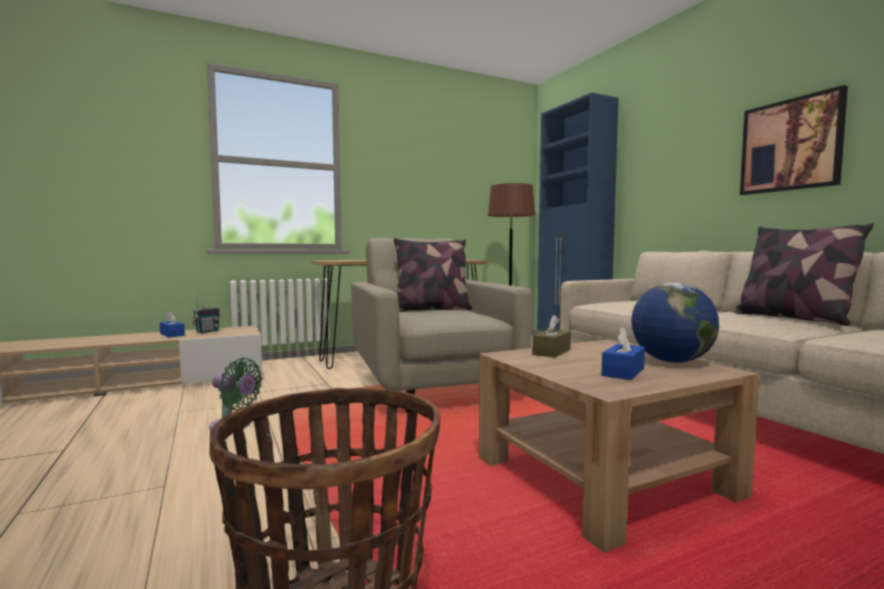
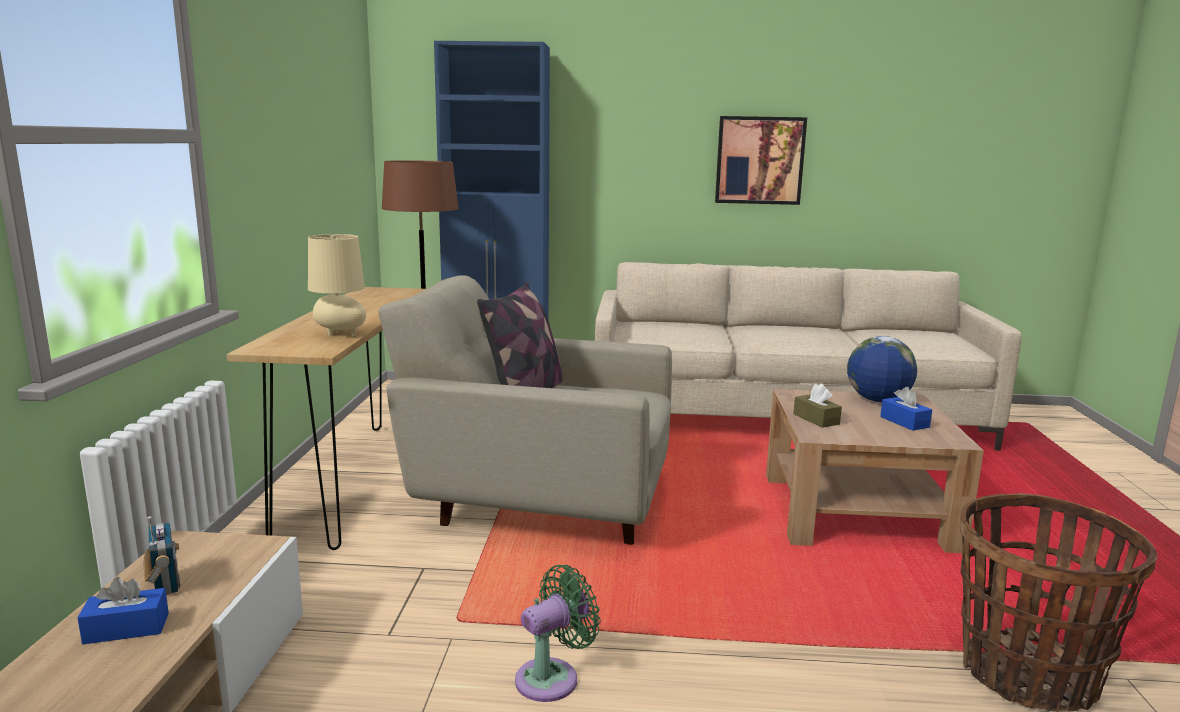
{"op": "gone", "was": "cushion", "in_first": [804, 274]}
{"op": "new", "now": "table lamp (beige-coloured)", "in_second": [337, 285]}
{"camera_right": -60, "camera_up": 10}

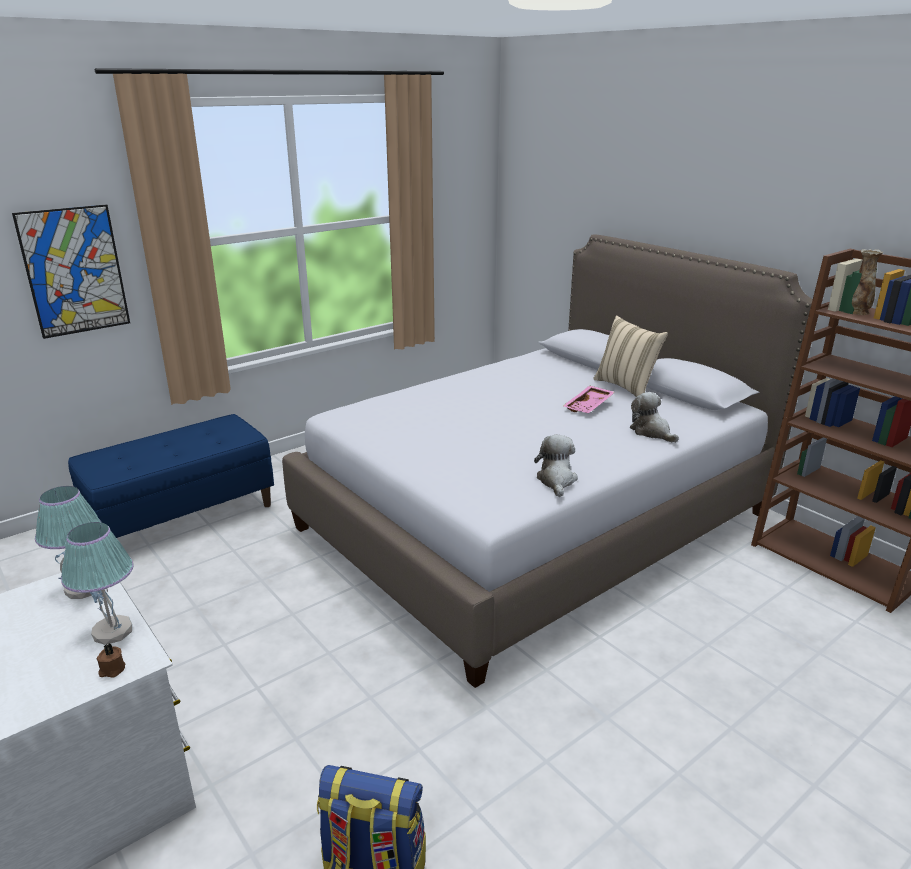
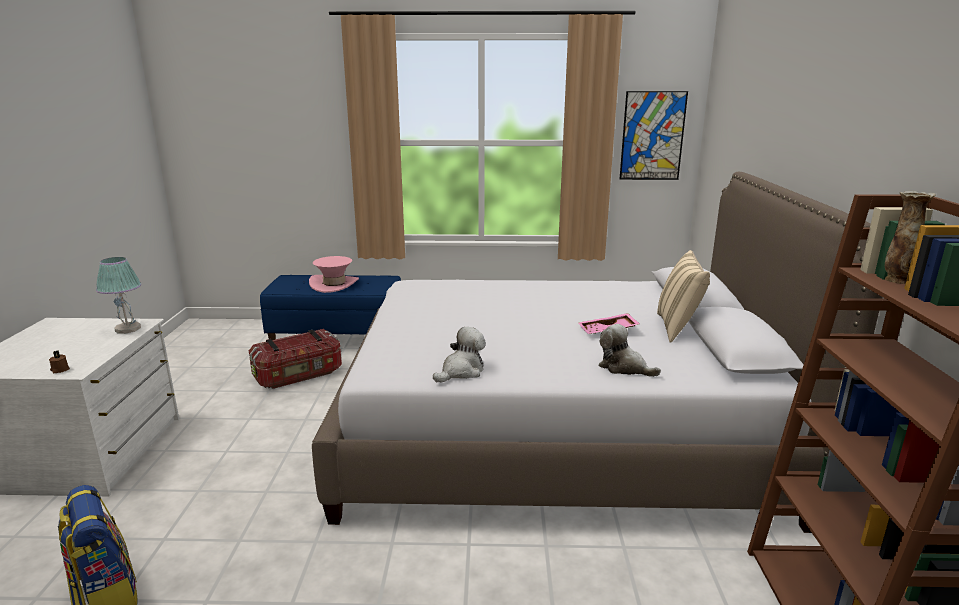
{"op": "gone", "was": "table lamp", "in_first": [97, 583]}
{"op": "new", "now": "storage container", "in_second": [295, 359]}
{"op": "new", "now": "clothing hat (pinkish)", "in_second": [334, 274]}
{"op": "shifted", "was": "wall picture", "in_first": [71, 271], "in_second": [654, 135]}
{"op": "rotated", "was": "soft toy", "in_first": [654, 417], "in_second": [629, 350], "clockwise": -60}
{"camera_right": 40, "camera_up": -5}

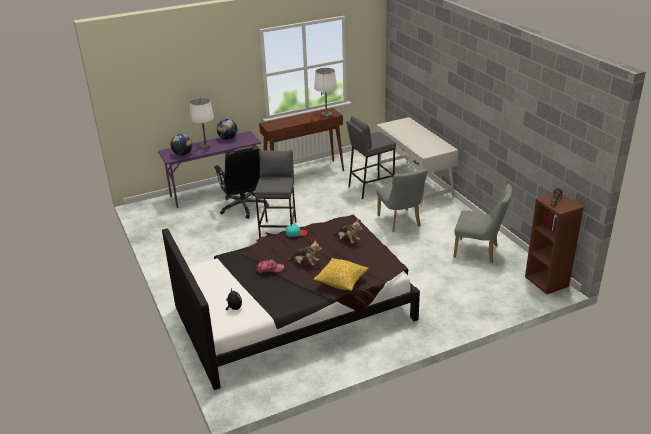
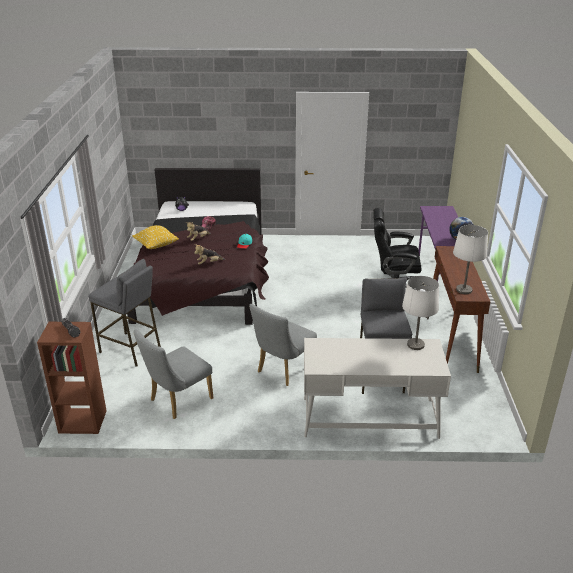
{"op": "gone", "was": "desk globe", "in_first": [182, 145]}
{"op": "shifted", "was": "table lamp (white)", "in_first": [202, 123], "in_second": [420, 313]}
{"op": "shifted", "was": "stool seat (greyish)", "in_first": [275, 194], "in_second": [124, 313]}
{"op": "rotated", "was": "chair (greyish)", "in_first": [402, 200], "in_second": [283, 345], "clockwise": -60}
{"camera_right": 115, "camera_up": 0}

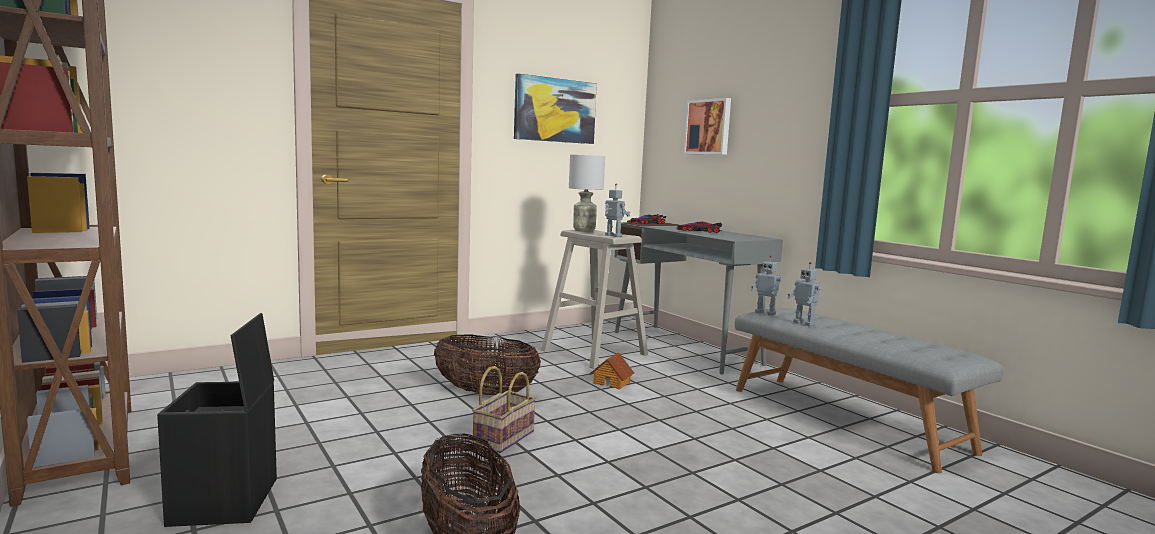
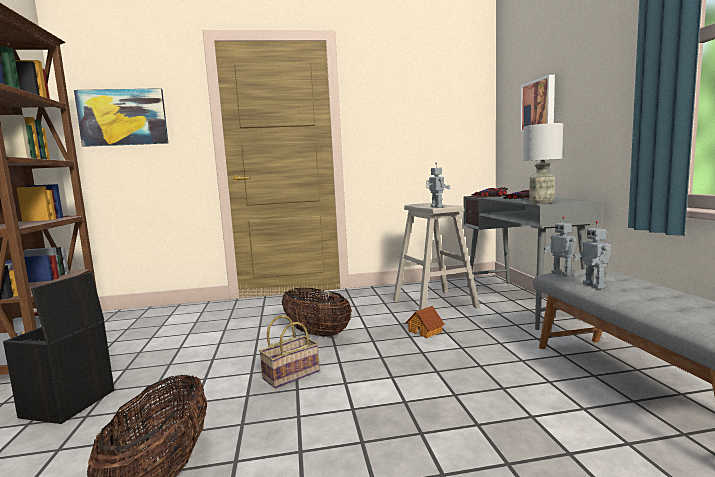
{"op": "shifted", "was": "wall picture", "in_first": [555, 108], "in_second": [121, 117]}
{"op": "shifted", "was": "table lamp (greyish)", "in_first": [587, 193], "in_second": [543, 163]}
{"camera_right": 25, "camera_up": 0}

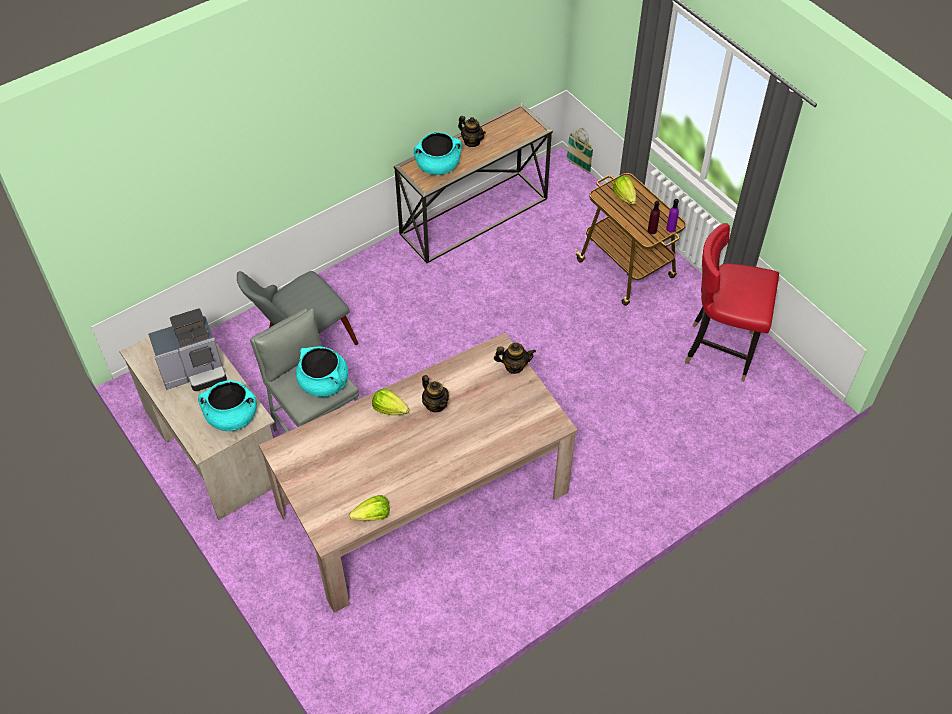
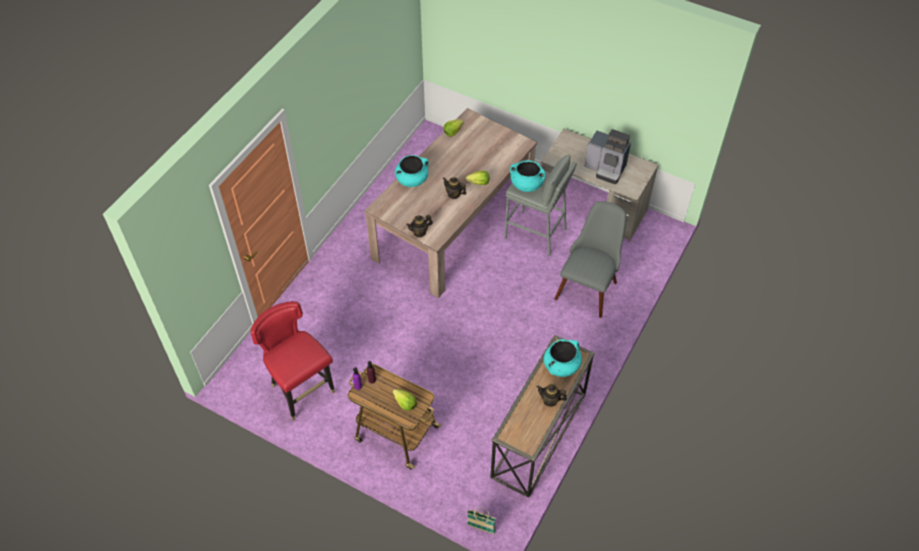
{"op": "shifted", "was": "saucepot (turquoise)", "in_first": [227, 405], "in_second": [412, 171]}
{"op": "rotated", "was": "coffee maker", "in_first": [187, 349], "in_second": [608, 156], "clockwise": -105}
{"op": "rotated", "was": "chair (red)", "in_first": [732, 302], "in_second": [293, 361], "clockwise": -120}
{"camera_right": 155, "camera_up": 0}

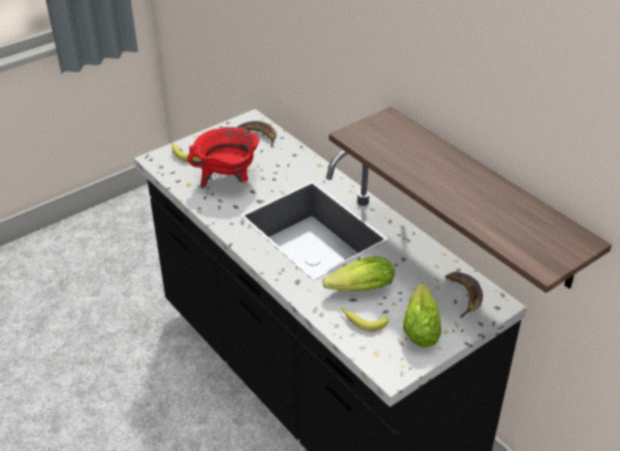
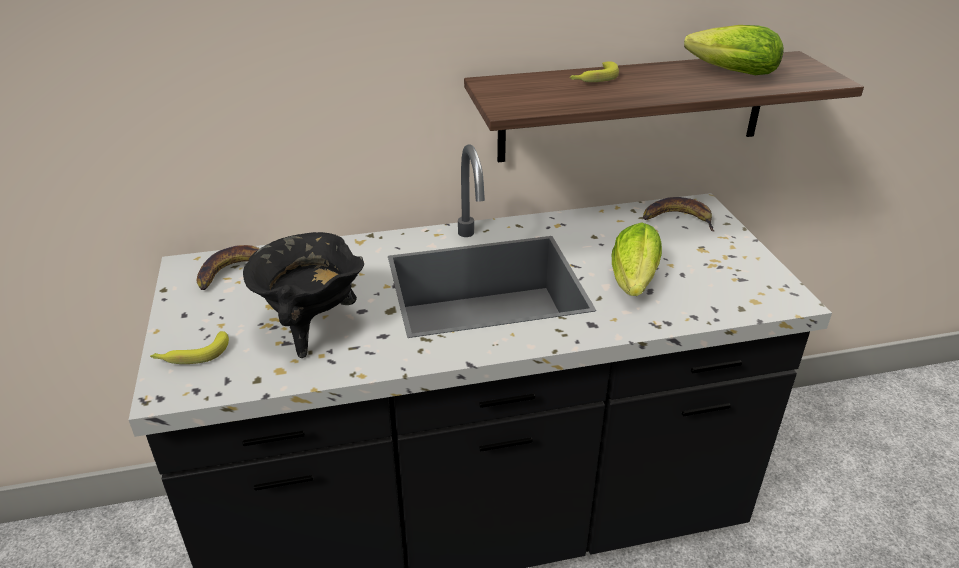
{"op": "shifted", "was": "whole banana", "in_first": [364, 319], "in_second": [594, 71]}
{"op": "shifted", "was": "lettuce head", "in_first": [422, 315], "in_second": [734, 50]}
{"op": "repainted", "was": "saucepot (red)", "now": "saucepot (black)", "in_first": [223, 157], "in_second": [303, 295]}
{"camera_right": -65, "camera_up": -5}

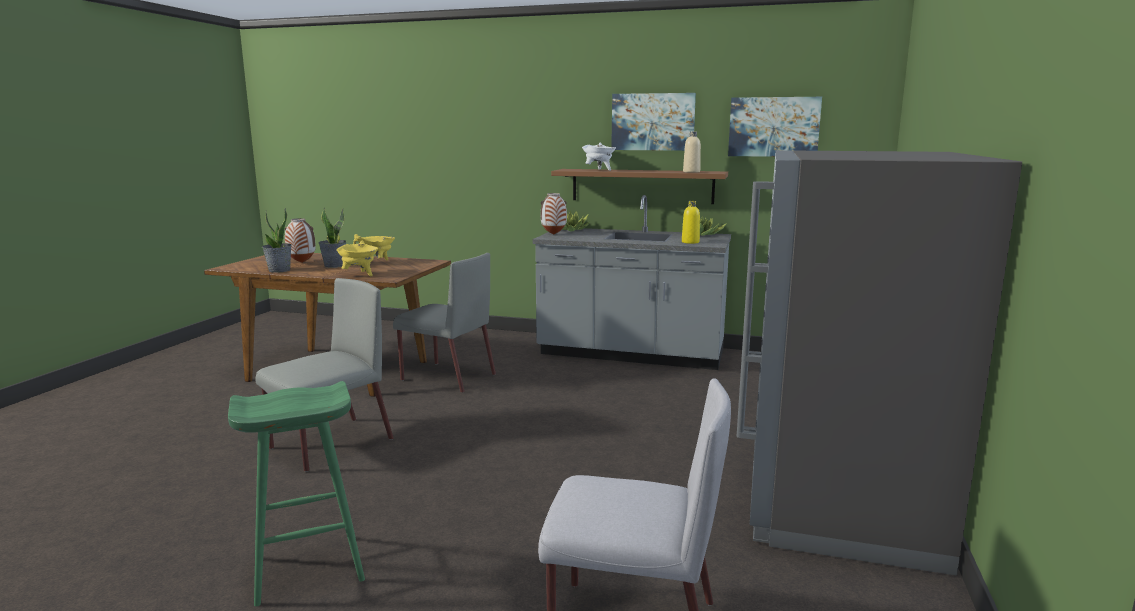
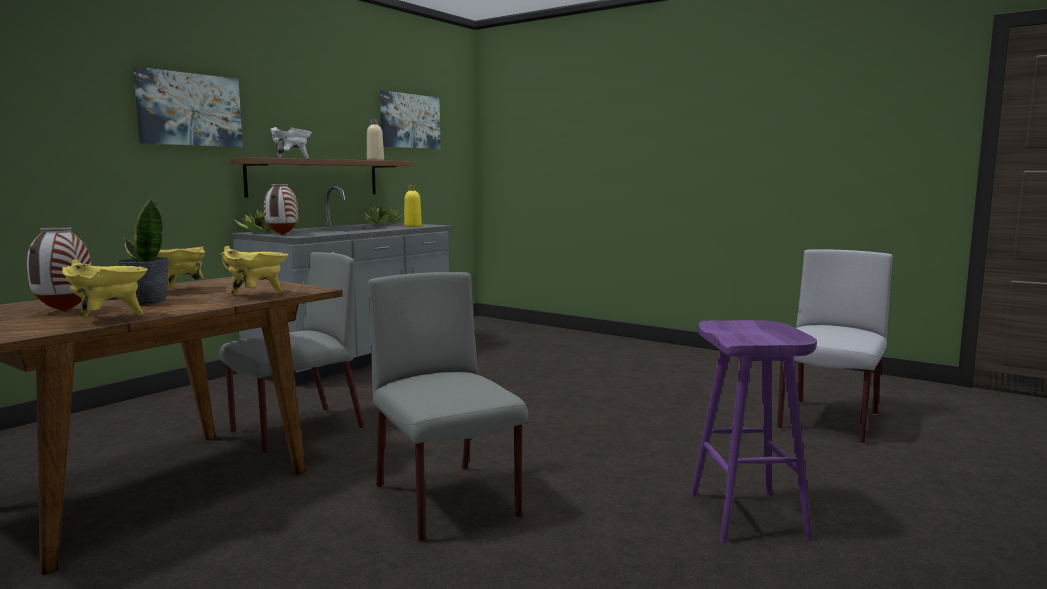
{"op": "gone", "was": "kitchen fridge (greyish)", "in_first": [879, 363]}
{"op": "shifted", "was": "wall picture", "in_first": [653, 122], "in_second": [188, 107]}
{"op": "swapped", "was": "potted plant", "now": "saucepot (yellow-coloured)", "in_first": [277, 240], "in_second": [105, 288]}
{"op": "repainted", "was": "stool seat (green)", "now": "stool seat (purplish)", "in_first": [296, 494], "in_second": [753, 431]}
{"camera_right": -70, "camera_up": -5}

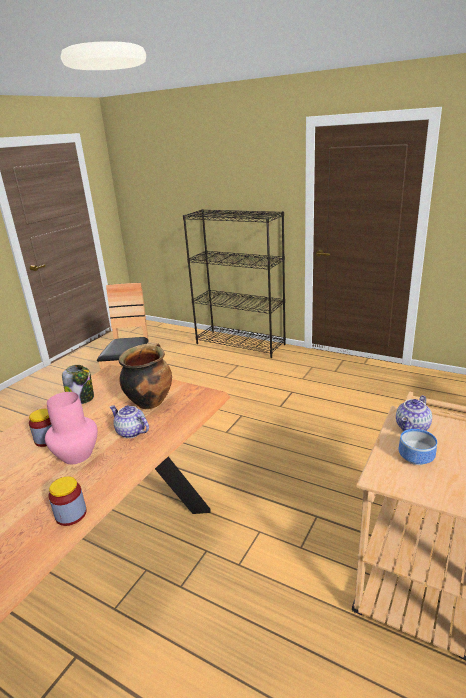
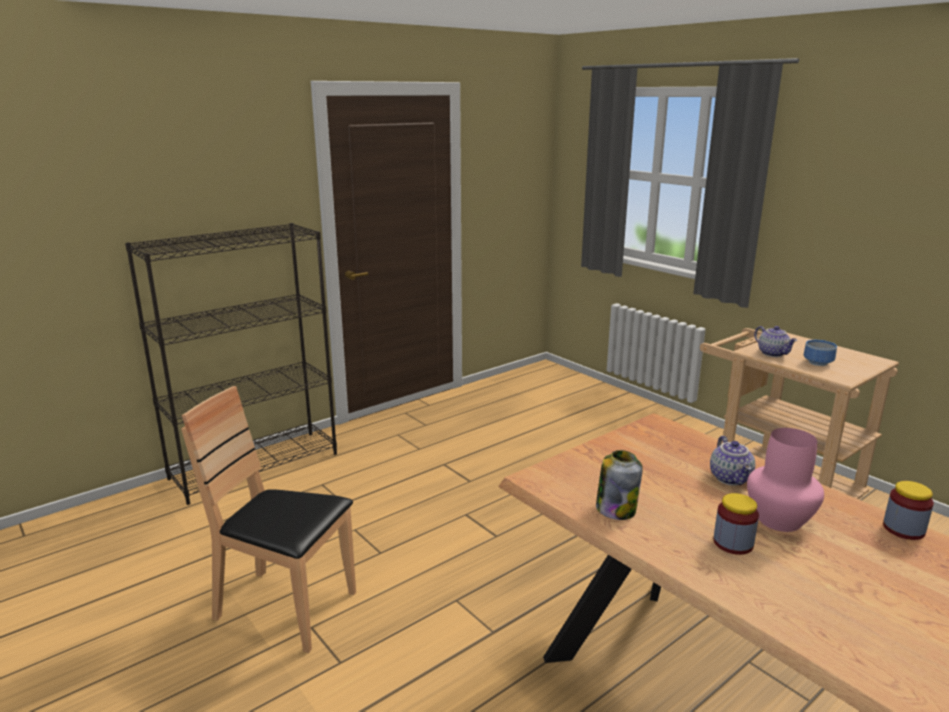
{"op": "gone", "was": "saucepot", "in_first": [145, 375]}
{"op": "rotated", "was": "tea pot", "in_first": [129, 421], "in_second": [732, 461], "clockwise": -60}
{"camera_right": -70, "camera_up": -5}

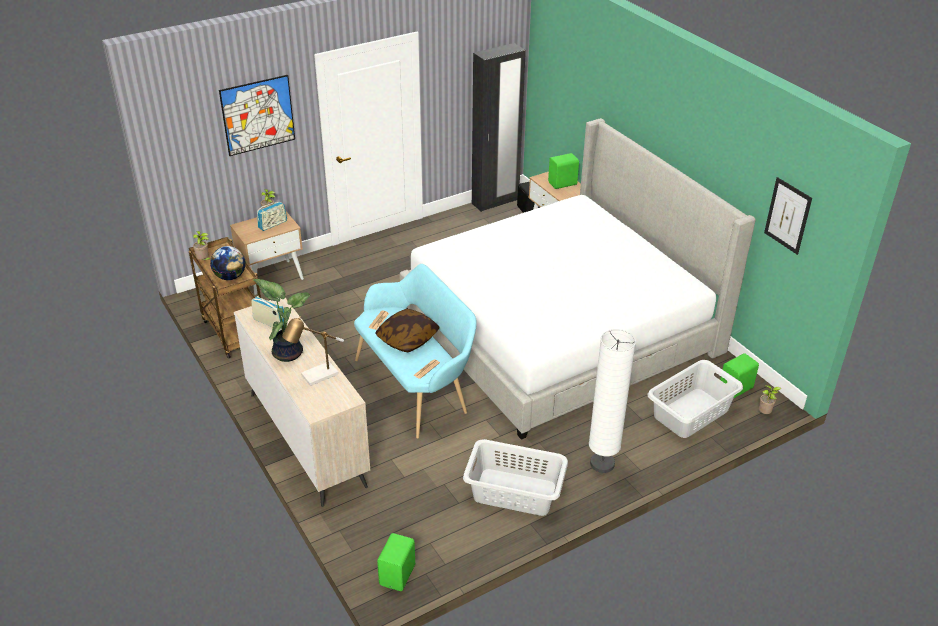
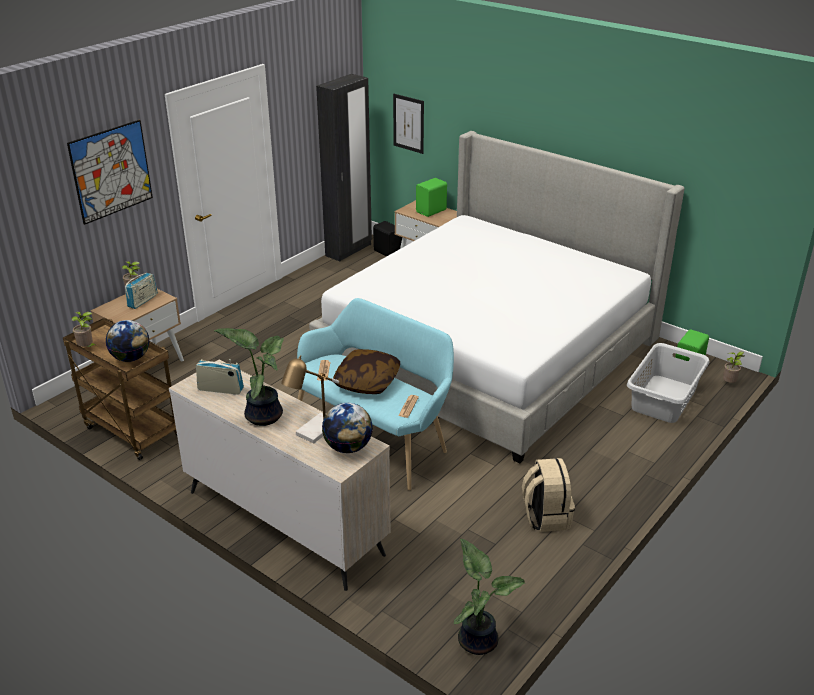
{"op": "gone", "was": "floor lamp (white)", "in_first": [612, 401]}
{"op": "new", "now": "desk globe", "in_second": [347, 428]}
{"op": "shifted", "was": "wall picture", "in_first": [788, 216], "in_second": [408, 124]}
{"op": "swapped", "was": "speaker (green)", "now": "potted plant", "in_first": [396, 562], "in_second": [489, 597]}
{"op": "swapped", "was": "hamper (greyish)", "now": "rucksack (beige-coloured)", "in_first": [515, 477], "in_second": [548, 495]}
{"camera_right": -20, "camera_up": -5}

